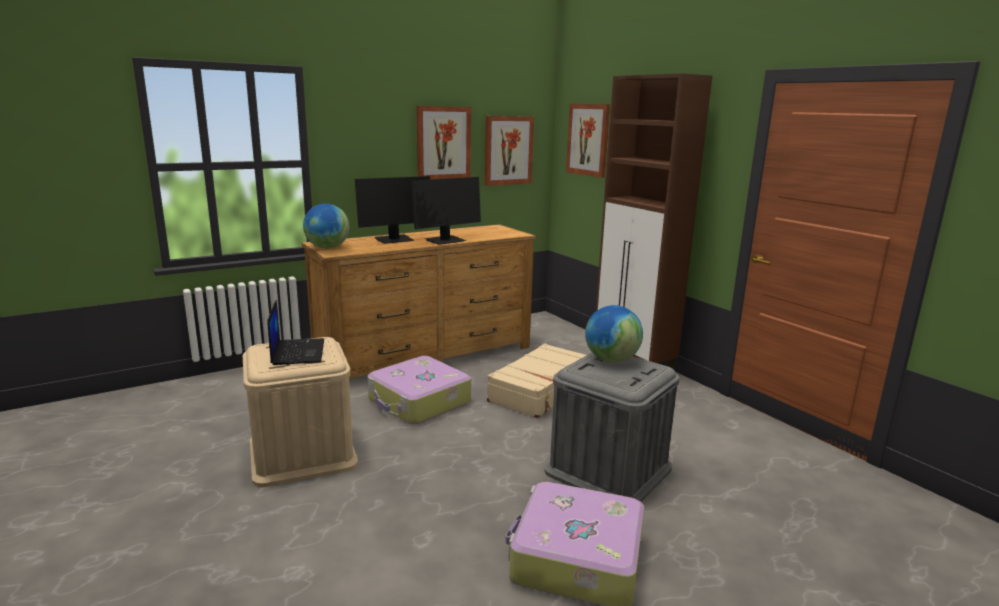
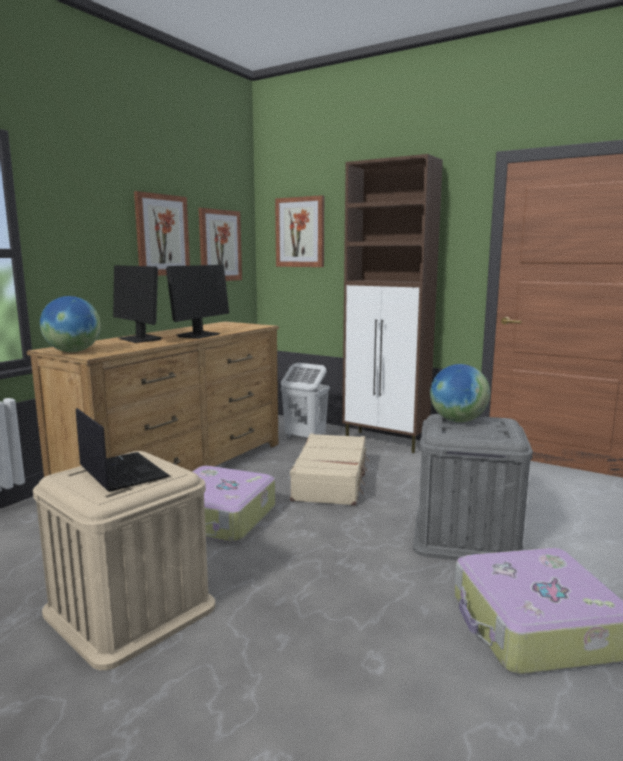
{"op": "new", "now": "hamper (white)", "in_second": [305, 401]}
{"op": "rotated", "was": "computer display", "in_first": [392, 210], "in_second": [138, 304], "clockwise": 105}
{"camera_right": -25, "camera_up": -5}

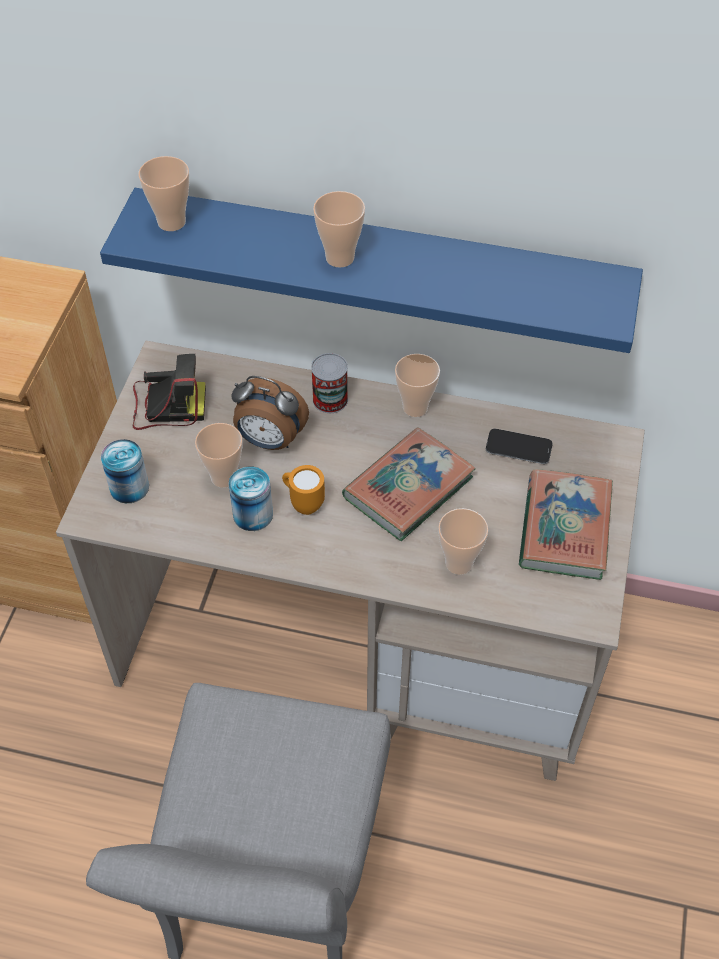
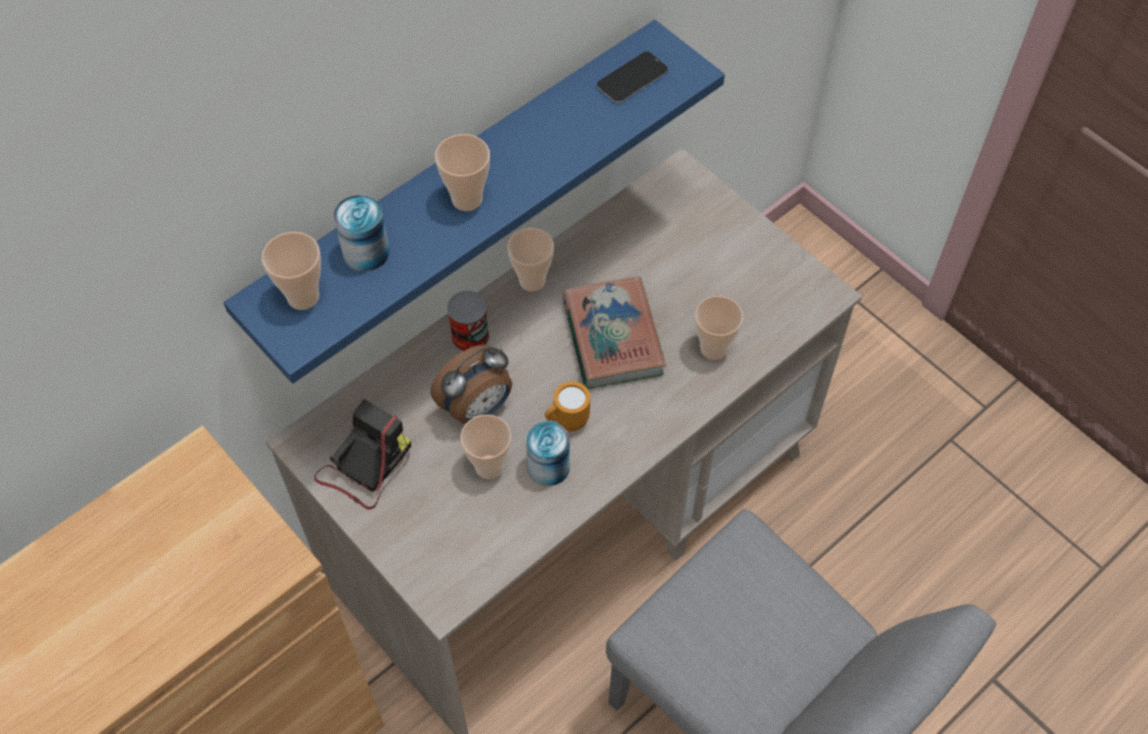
{"op": "gone", "was": "book", "in_first": [566, 524]}
{"op": "shifted", "was": "metal can", "in_first": [125, 471], "in_second": [362, 233]}
{"op": "shifted", "was": "telephone", "in_first": [519, 446], "in_second": [632, 77]}
{"camera_right": -55, "camera_up": 5}

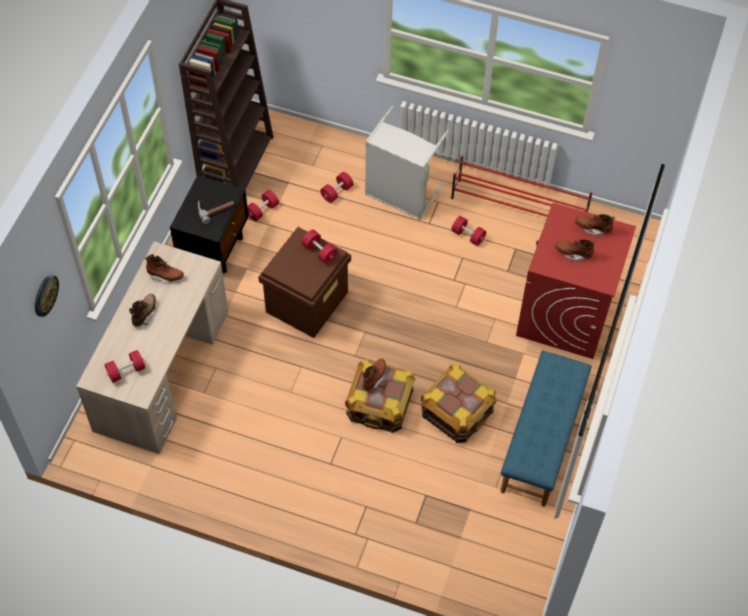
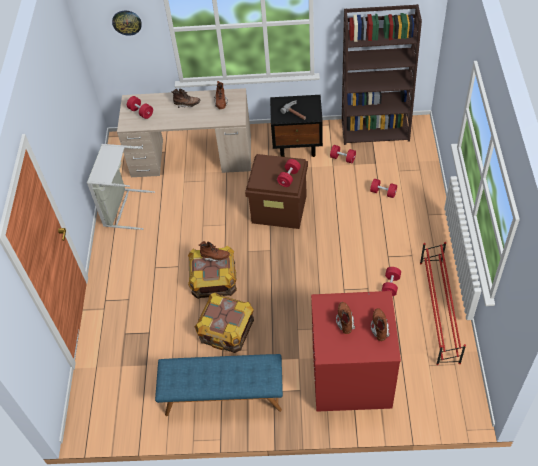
{"op": "shifted", "was": "hamper (greyish)", "in_first": [407, 163], "in_second": [121, 187]}
{"camera_right": 75, "camera_up": -5}

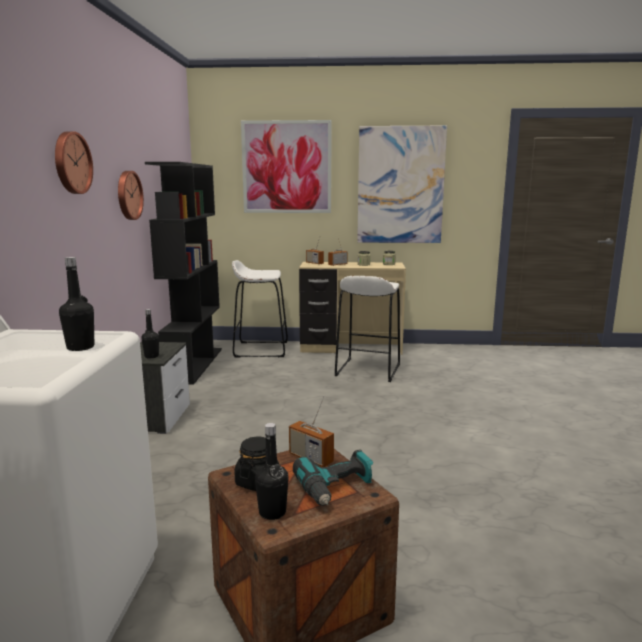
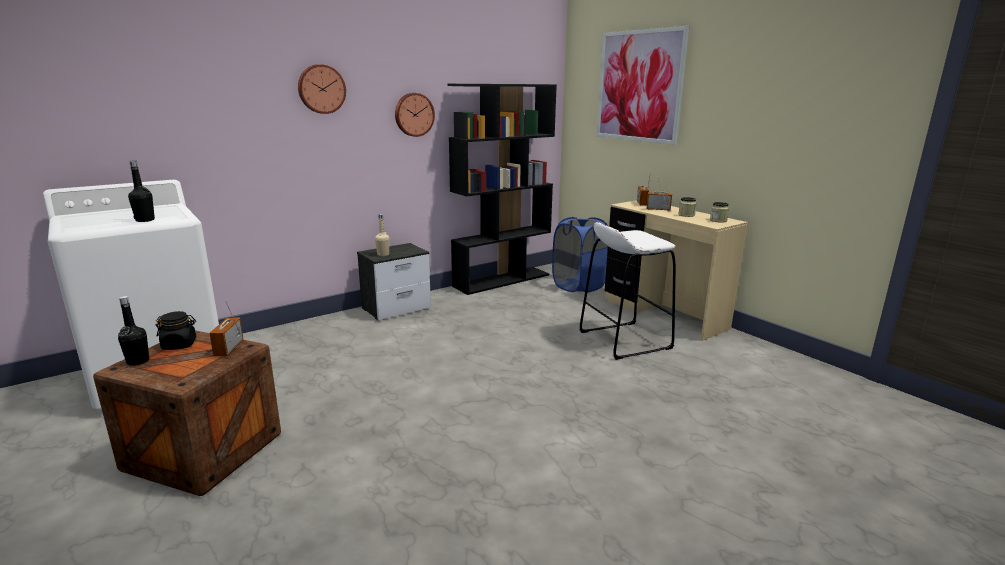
{"op": "gone", "was": "electric drill", "in_first": [333, 477]}
{"op": "gone", "was": "wall picture", "in_first": [402, 184]}
{"op": "swapped", "was": "stool seat (white)", "now": "hamper (blue)", "in_first": [260, 308], "in_second": [580, 255]}
{"op": "repainted", "was": "beverage bottle (black)", "now": "beverage bottle (beige-coloured)", "in_first": [150, 334], "in_second": [382, 235]}
{"camera_right": 50, "camera_up": 5}

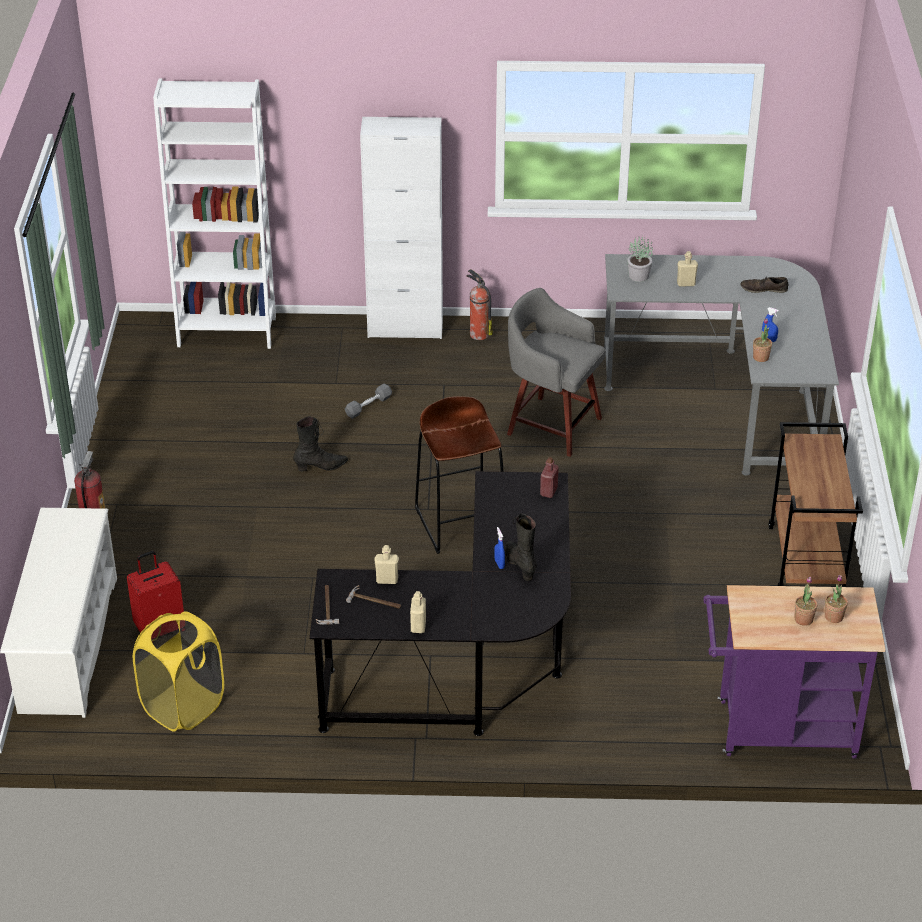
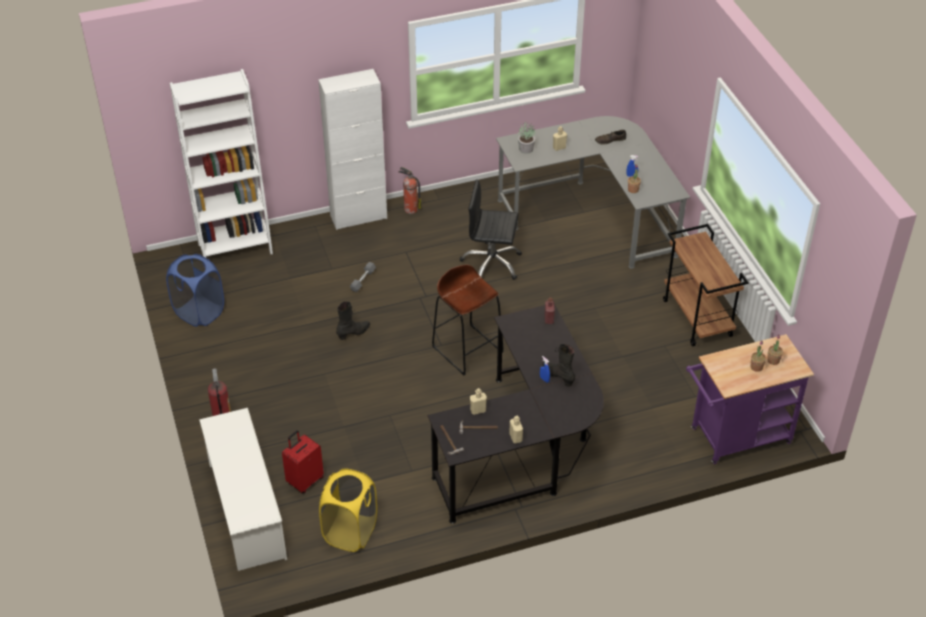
{"op": "new", "now": "hamper (blue)", "in_second": [195, 290]}
{"op": "swapped", "was": "stool seat (greyish)", "now": "office chair (black)", "in_first": [556, 372], "in_second": [491, 229]}
{"camera_right": -20, "camera_up": 5}

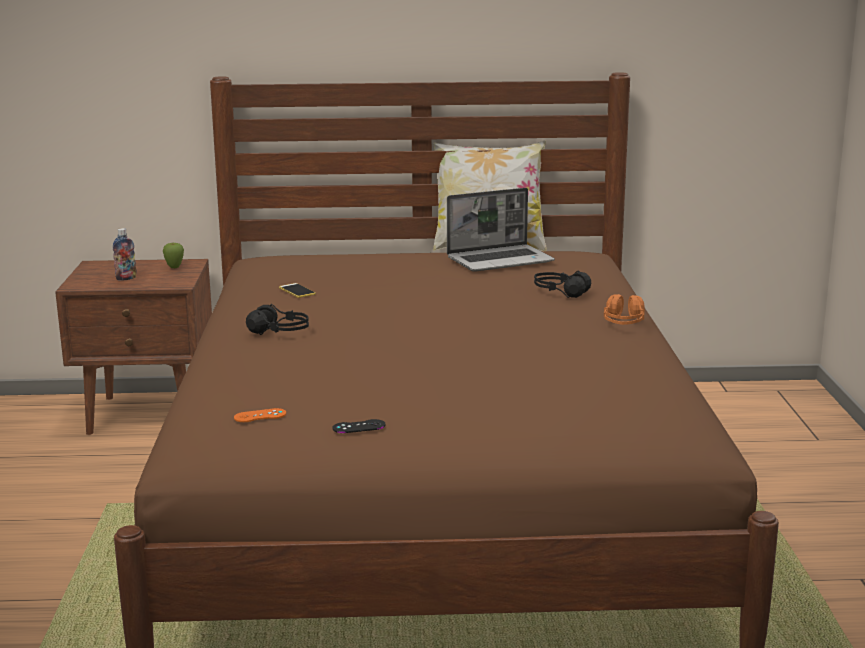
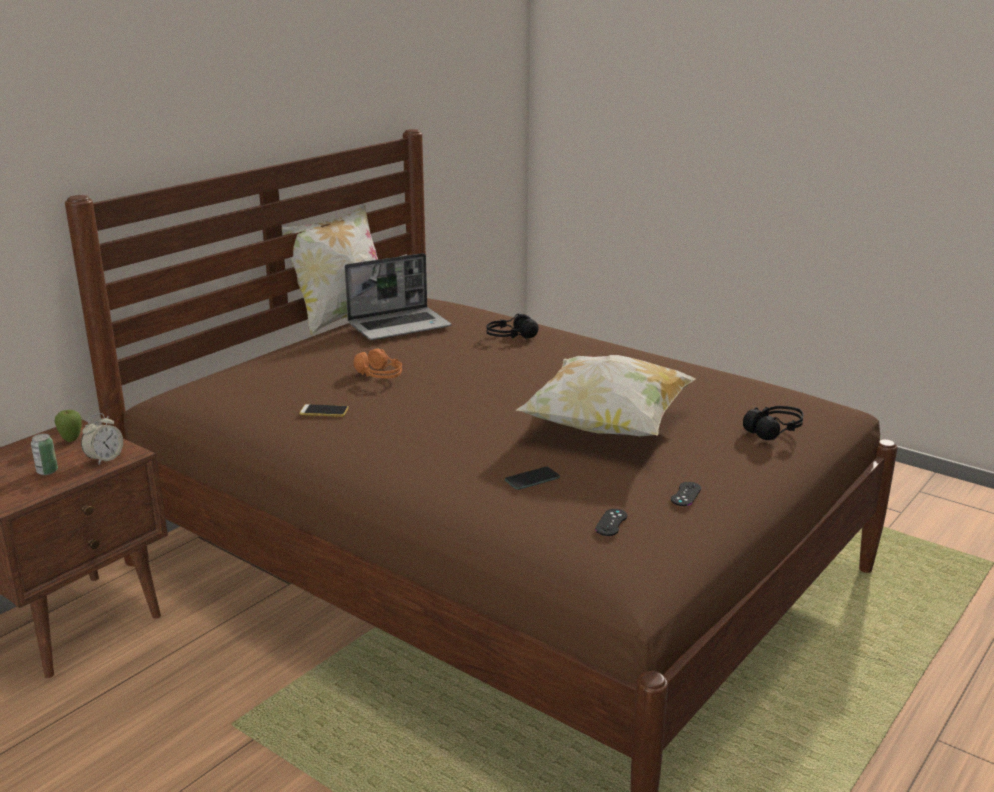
{"op": "new", "now": "alarm clock", "in_second": [102, 439]}
{"op": "new", "now": "telephone", "in_second": [532, 478]}
{"op": "new", "now": "cushion", "in_second": [605, 395]}
{"op": "shifted", "was": "headphones (black)", "in_first": [277, 319], "in_second": [773, 423]}
{"op": "shifted", "was": "headphones (orange)", "in_first": [624, 309], "in_second": [378, 363]}
{"op": "swapped", "was": "beverage bottle", "now": "metal can", "in_first": [125, 254], "in_second": [44, 454]}
{"op": "repainted", "was": "game controller (orange)", "now": "game controller (black)", "in_first": [260, 415], "in_second": [611, 522]}
{"op": "rotated", "was": "notebook computer", "in_first": [501, 230], "in_second": [398, 296], "clockwise": 45}
{"camera_right": -50, "camera_up": 5}

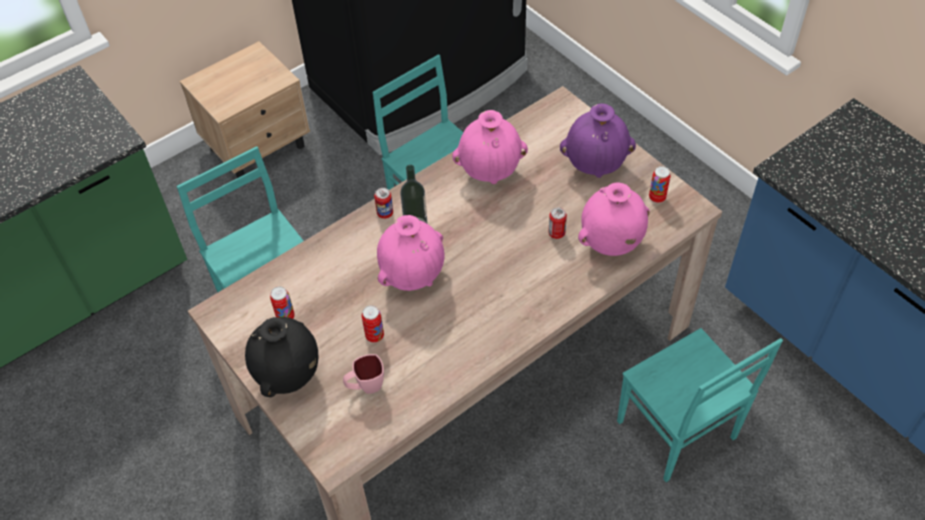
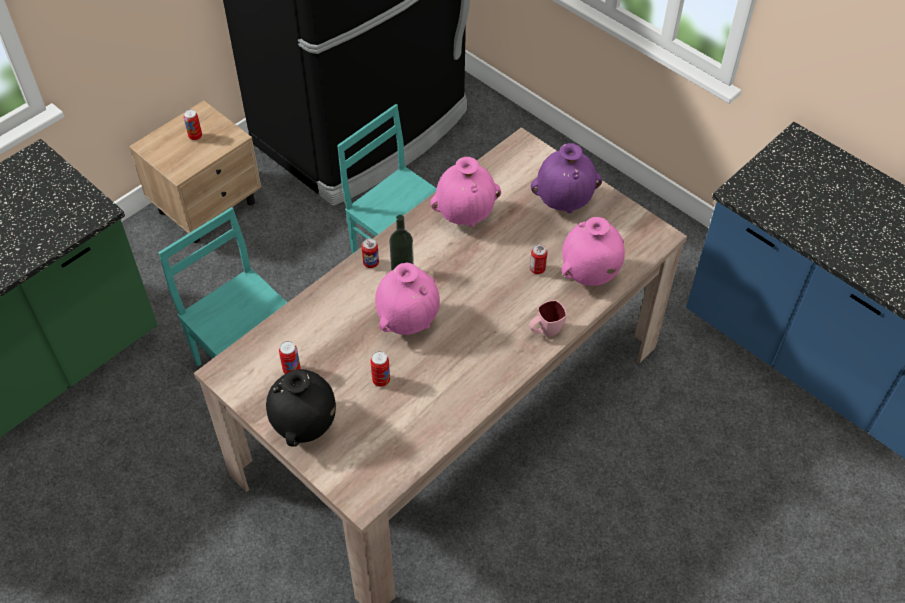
{"op": "gone", "was": "chair (turquoise)", "in_first": [700, 405]}
{"op": "shifted", "was": "mug (pinkish)", "in_first": [363, 374], "in_second": [548, 318]}
{"op": "shifted", "was": "metal can", "in_first": [660, 184], "in_second": [193, 124]}
{"camera_right": -10, "camera_up": 0}

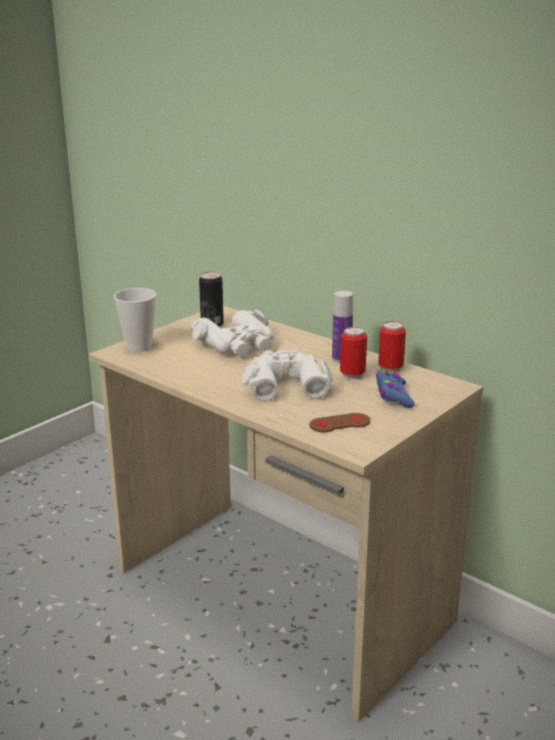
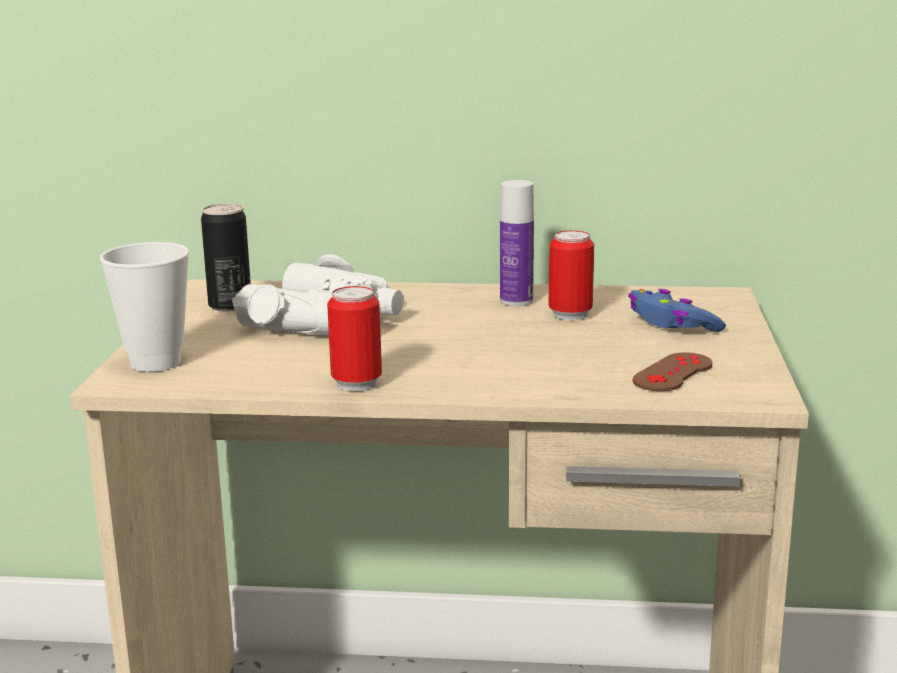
{"op": "gone", "was": "binoculars (white)", "in_first": [287, 375]}
{"op": "shifted", "was": "metal can", "in_first": [392, 347], "in_second": [354, 338]}
{"camera_right": -35, "camera_up": -5}

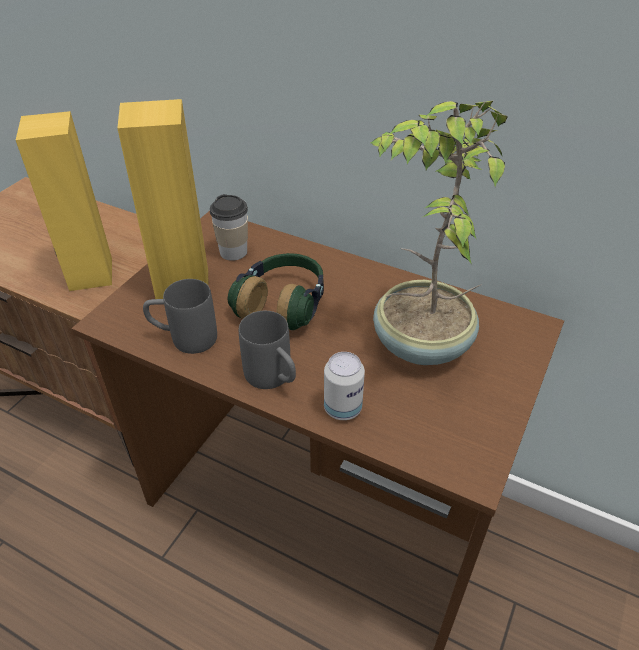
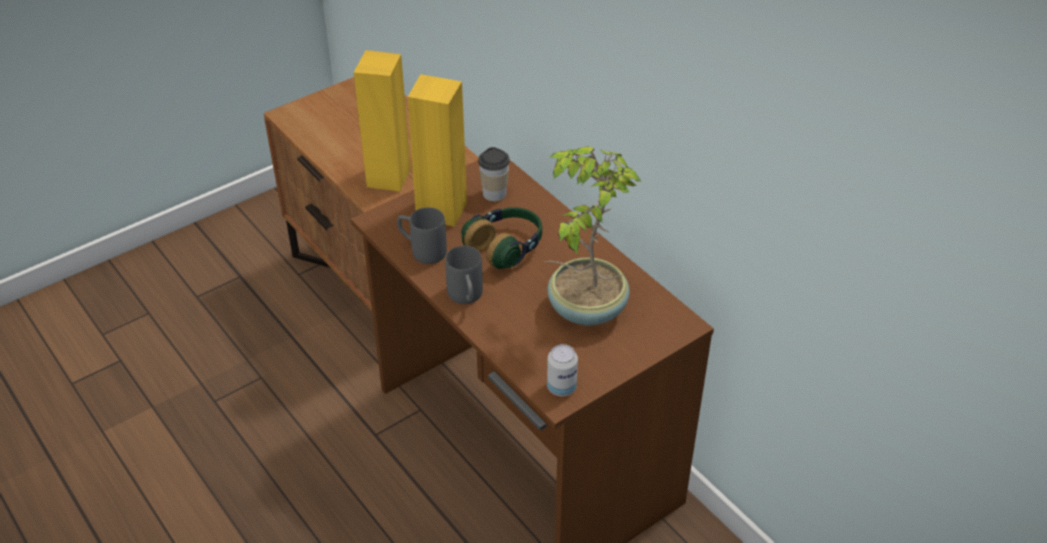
{"op": "shifted", "was": "metal can", "in_first": [344, 386], "in_second": [562, 370]}
{"camera_right": 25, "camera_up": 0}

